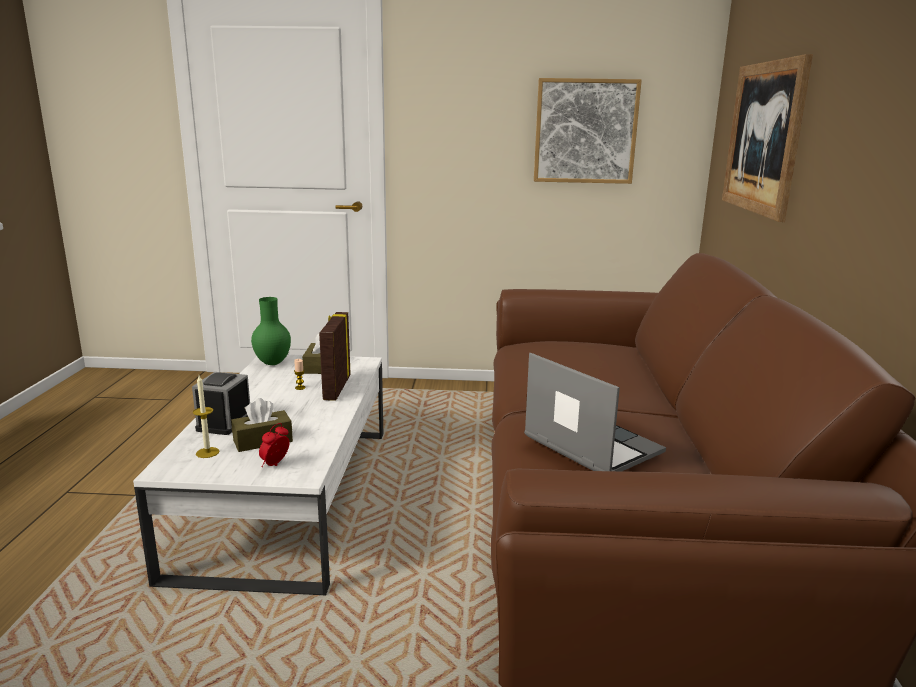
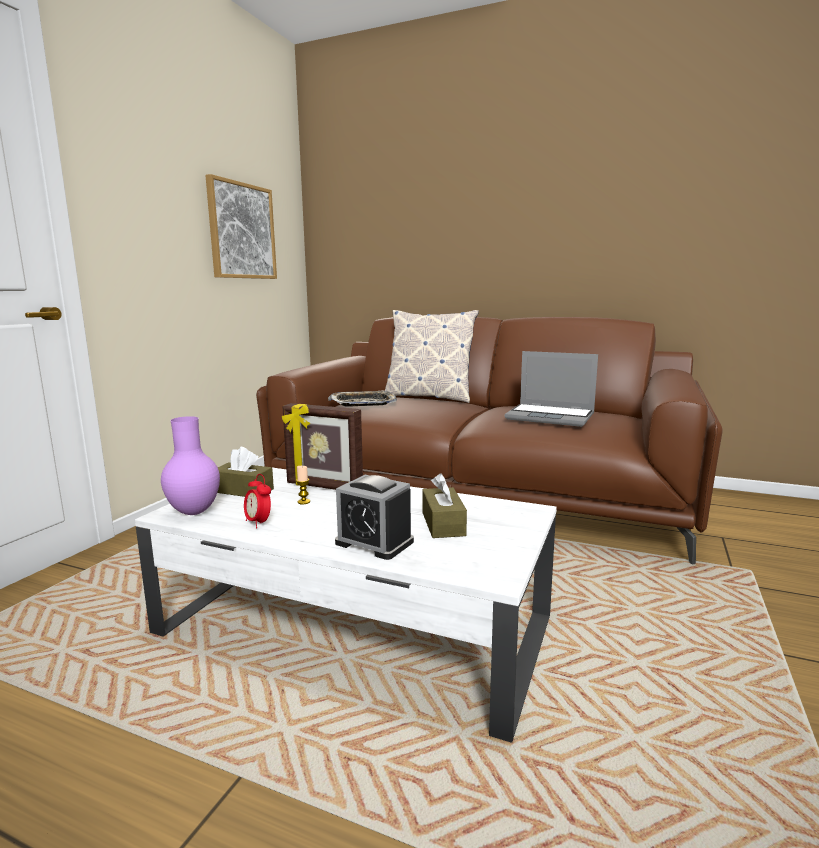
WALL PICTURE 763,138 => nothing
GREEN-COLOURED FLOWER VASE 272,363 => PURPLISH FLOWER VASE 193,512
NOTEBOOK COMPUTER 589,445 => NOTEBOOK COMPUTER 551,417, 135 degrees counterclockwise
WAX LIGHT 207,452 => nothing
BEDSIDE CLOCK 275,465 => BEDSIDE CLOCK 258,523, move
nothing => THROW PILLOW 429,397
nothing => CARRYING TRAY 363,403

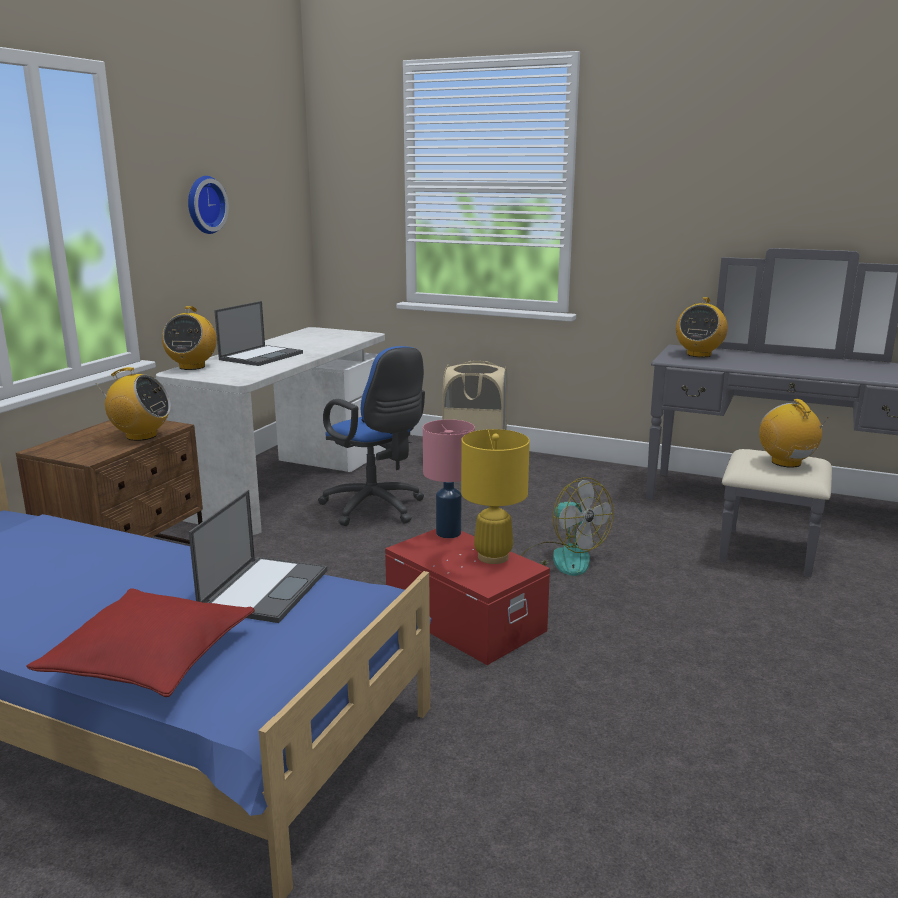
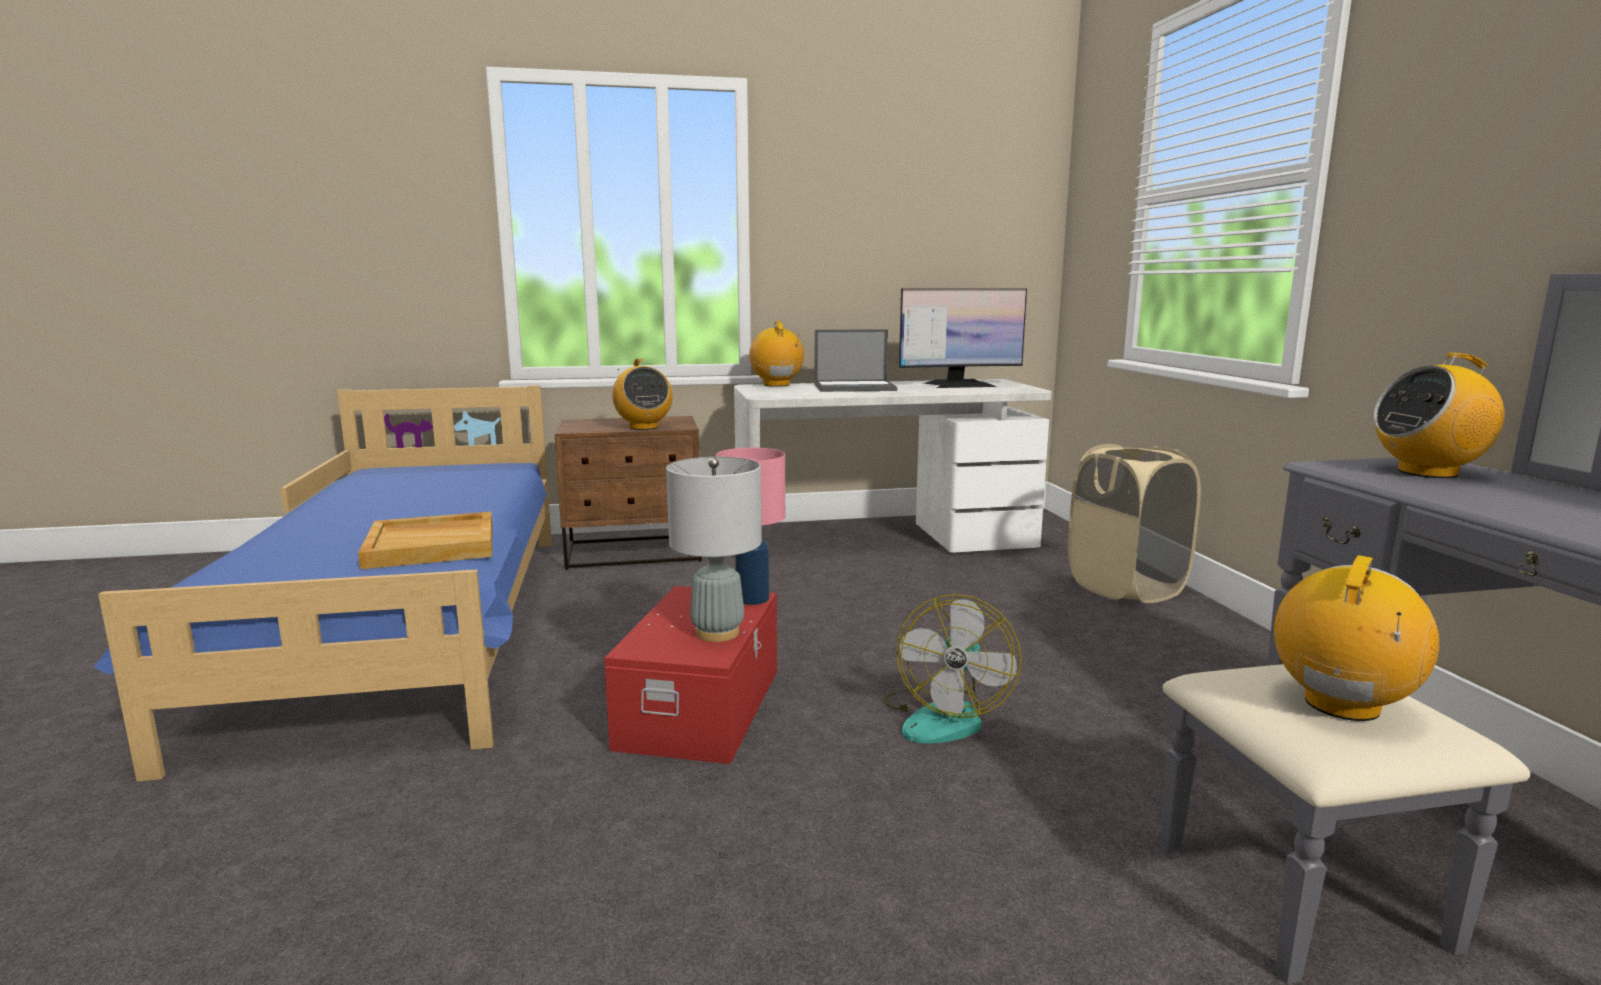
CLOCK ON THE WALL 204,205 => nothing
RADIO RECEIVER 192,367 => RADIO RECEIVER 777,385, 105 degrees clockwise
BLUE-COLOURED DESK CHAIR 376,509 => nothing
YELLOW-COLOURED TABLE LAMP 492,557 => GRAY TABLE LAMP 717,633
NOTEBOOK COMPUTER 265,589 => BEIGE-COLOURED CARRYING TRAY 433,545
REDDISH THROW PILLOW 150,658 => nothing
nothing => COMPUTER SCREEN 959,385

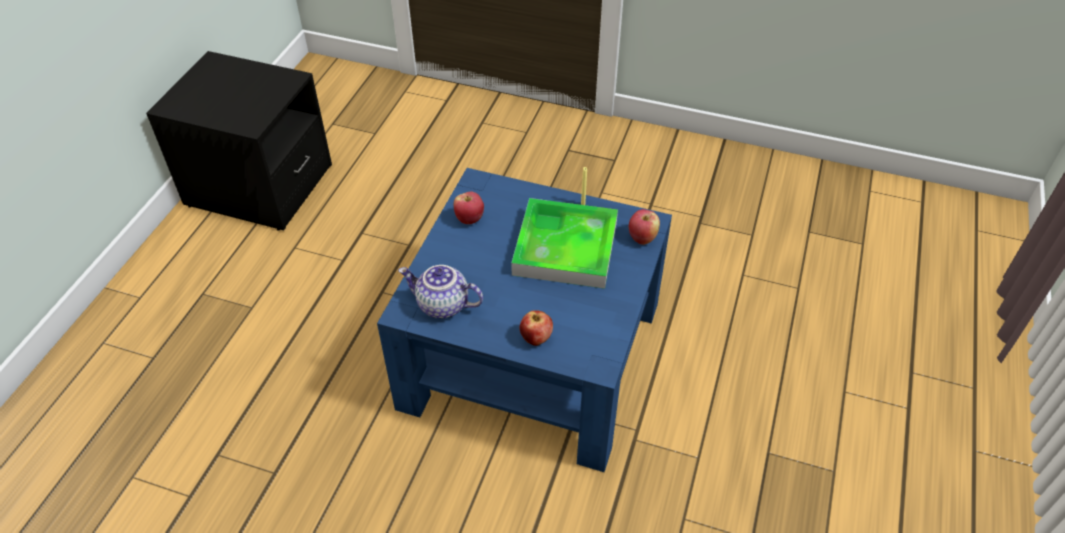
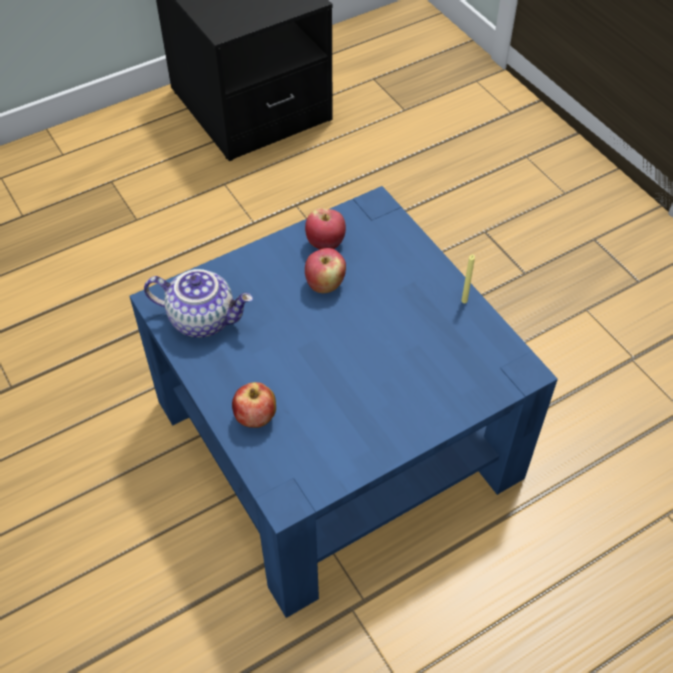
CARRYING TRAY 565,248 => nothing
APPLE FRUIT 642,238 => APPLE FRUIT 325,284, move
TEA POT 442,305 => TEA POT 203,318, 135 degrees clockwise

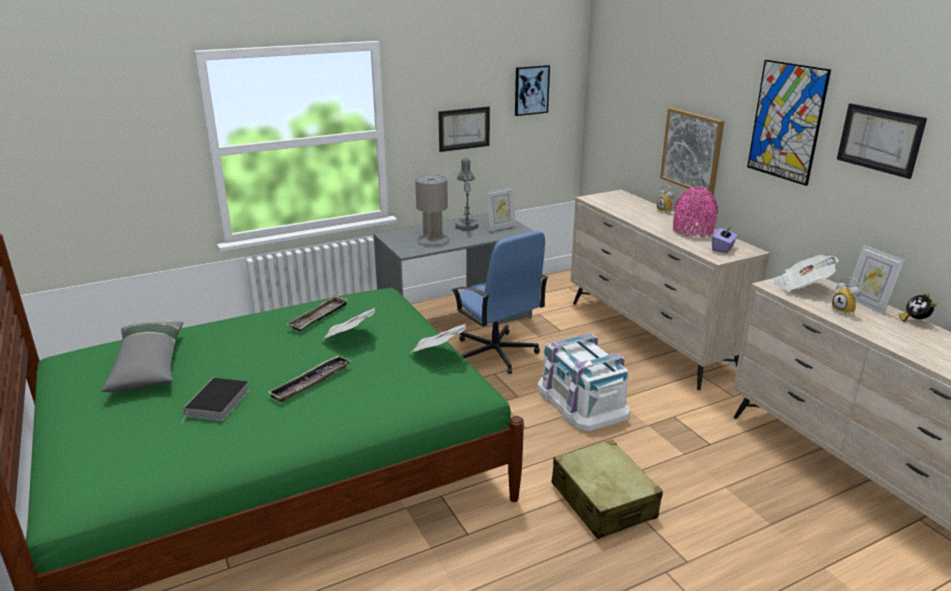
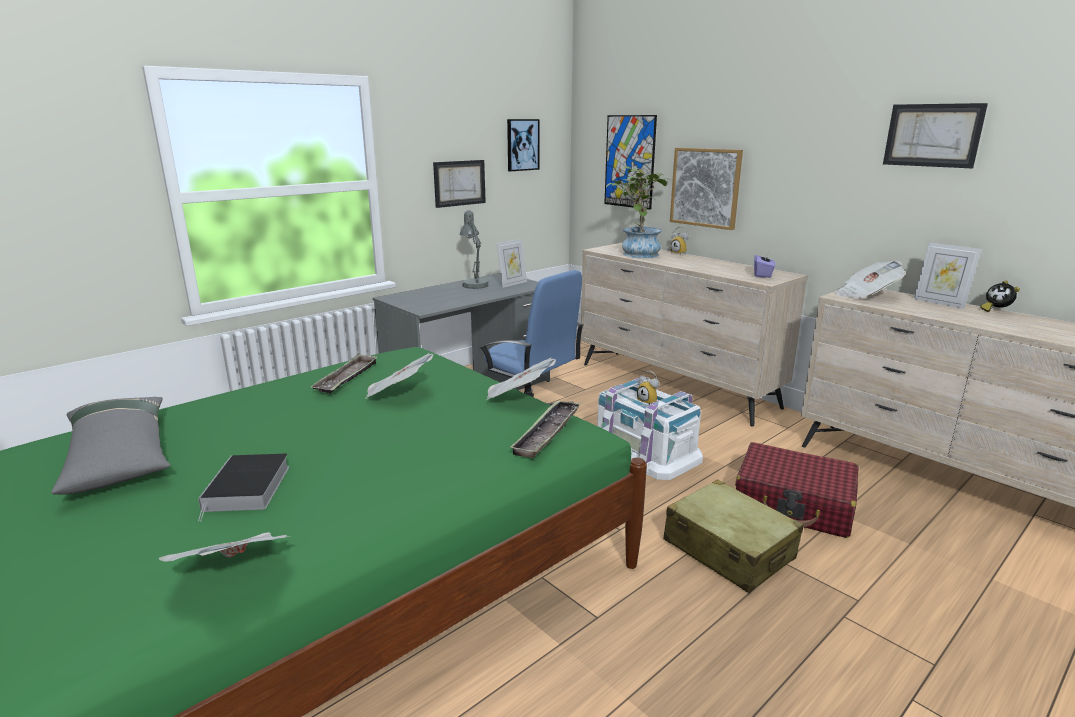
WALL PICTURE 786,121 => WALL PICTURE 629,161, move
GRAY TABLE LAMP 432,235 => nothing
PINKISH FLOWER VASE 693,231 => nothing
BEDSIDE CLOCK 845,310 => BEDSIDE CLOCK 649,402, move
CARRYING TRAY 311,382 => CARRYING TRAY 547,433, move
nothing => POTTED PLANT 636,253
nothing => REDDISH SUITCASE 794,504
nothing => PRINTED PAPER 237,571

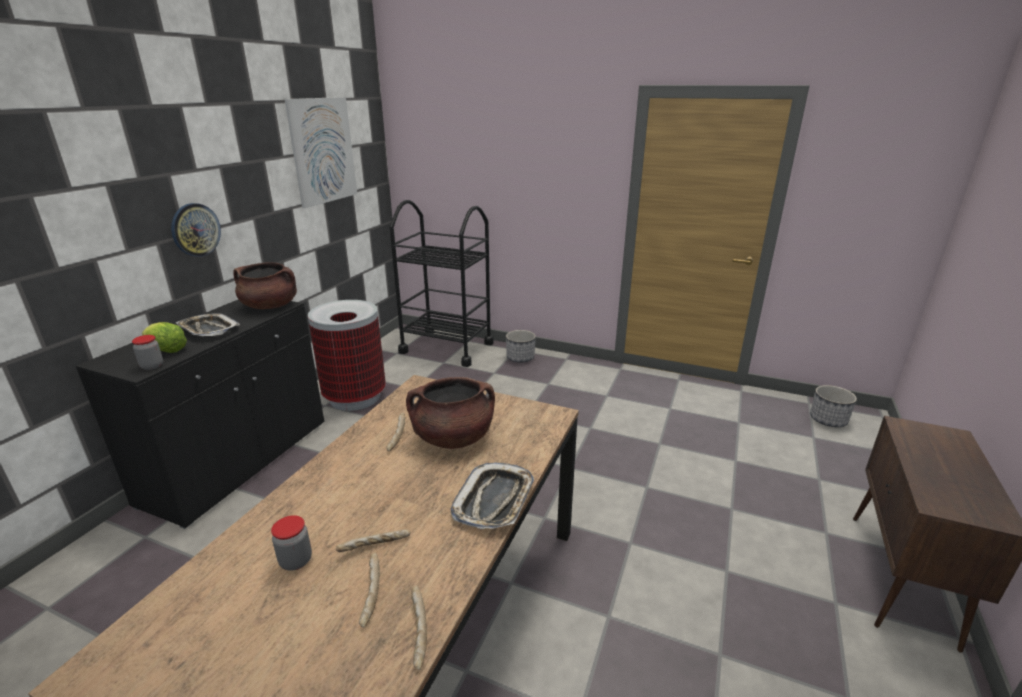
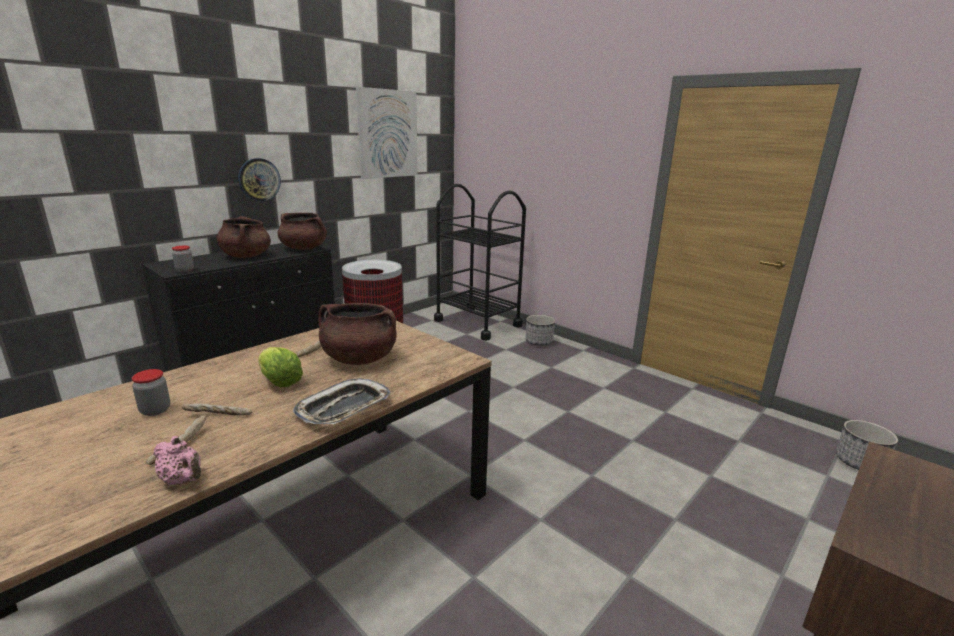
CARRYING TRAY 208,329 => BROWNISH SAUCEPOT 246,256
HEAD OF LETTUCE 166,350 => HEAD OF LETTUCE 279,381, move
BAKED BREAD 417,632 => PINKISH TEA POT 183,480

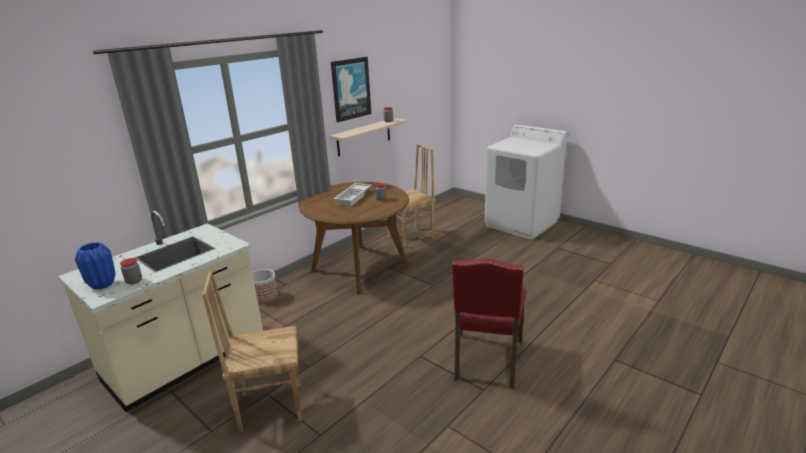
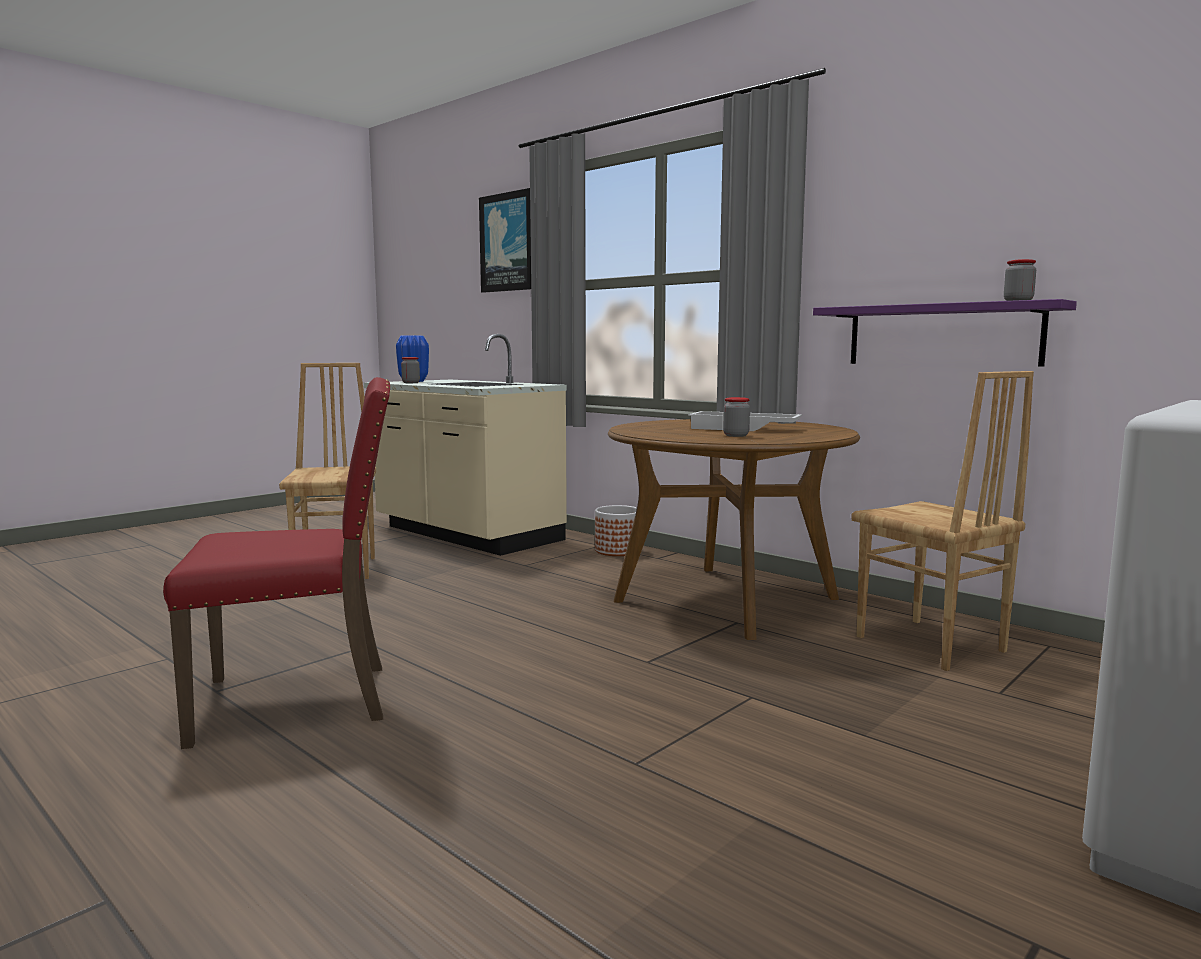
WALL PICTURE 351,89 => WALL PICTURE 508,242, move
BEIGE-COLOURED WALL SHELF 364,137 => PURPLISH WALL SHELF 942,335
REDDISH CHAIR 486,361 => REDDISH CHAIR 299,700, 150 degrees clockwise

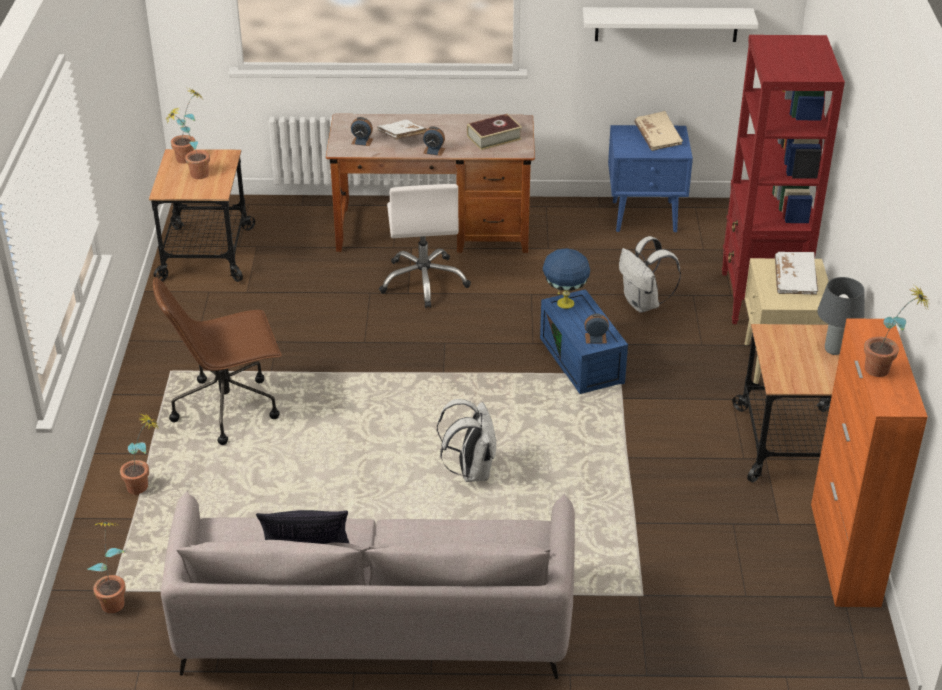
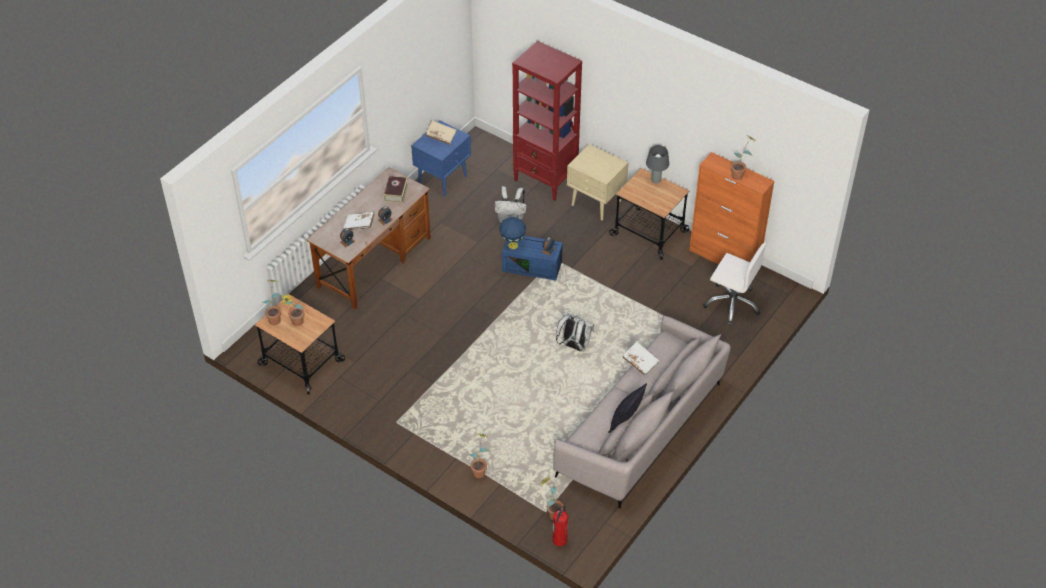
WHITISH WALL SHELF 666,24 => nothing
WHITISH DESK CHAIR 424,281 => WHITISH DESK CHAIR 732,304, move
WHITISH BOUND BOOK 795,281 => WHITISH BOUND BOOK 640,362, move
BROWNISH DESK CHAIR 228,408 => nothing
nothing => FIRE EXTINGUISHER 560,539

